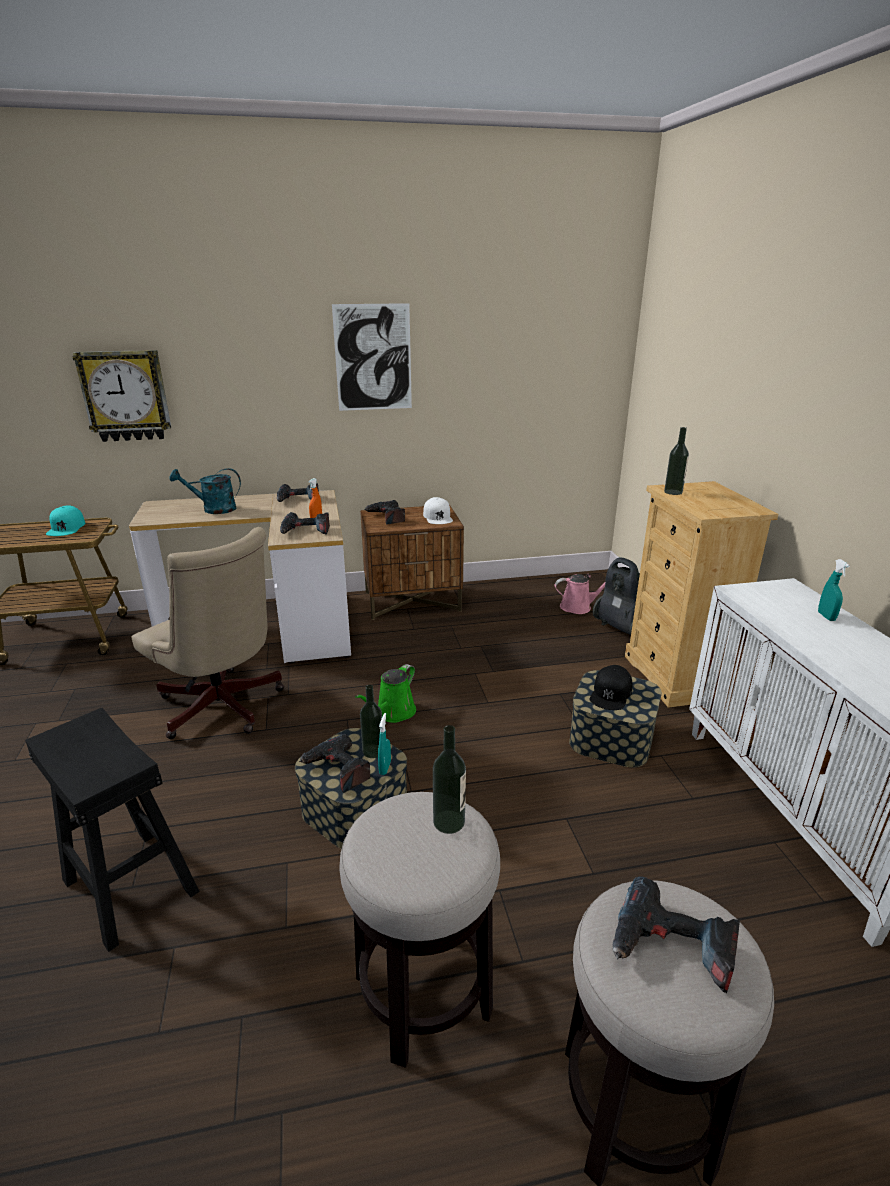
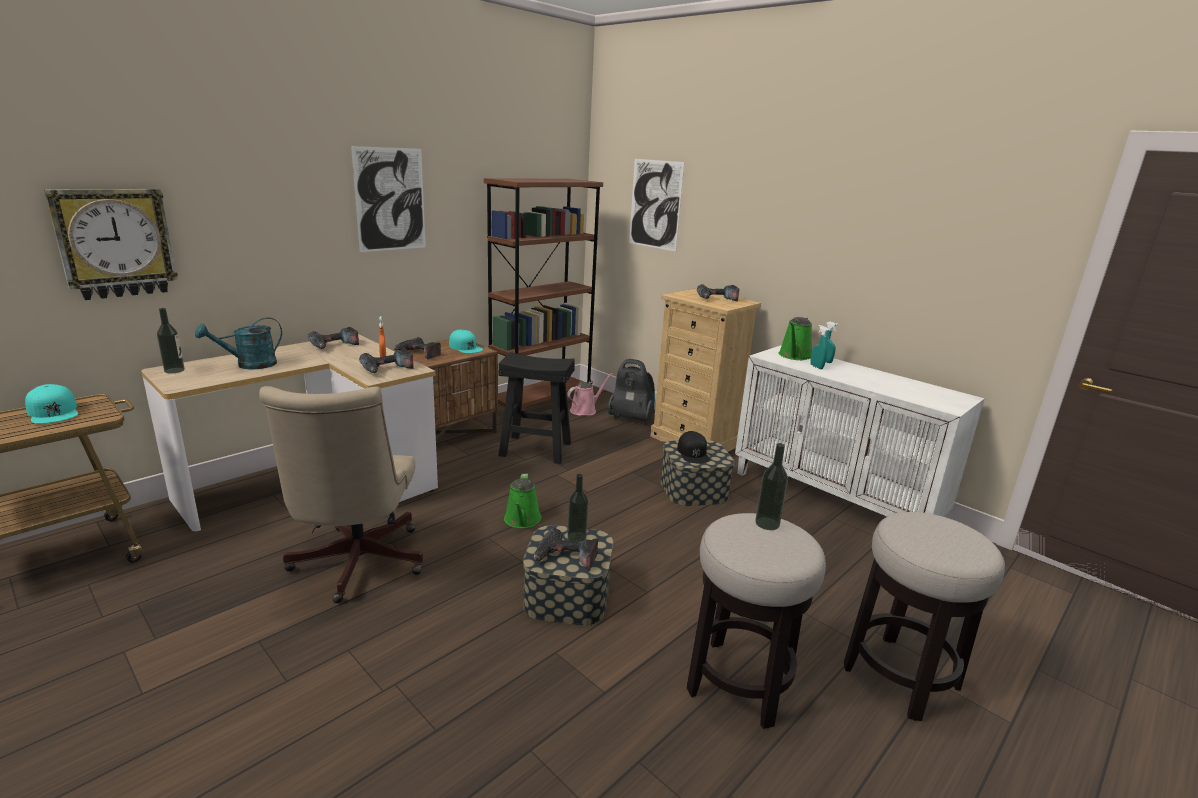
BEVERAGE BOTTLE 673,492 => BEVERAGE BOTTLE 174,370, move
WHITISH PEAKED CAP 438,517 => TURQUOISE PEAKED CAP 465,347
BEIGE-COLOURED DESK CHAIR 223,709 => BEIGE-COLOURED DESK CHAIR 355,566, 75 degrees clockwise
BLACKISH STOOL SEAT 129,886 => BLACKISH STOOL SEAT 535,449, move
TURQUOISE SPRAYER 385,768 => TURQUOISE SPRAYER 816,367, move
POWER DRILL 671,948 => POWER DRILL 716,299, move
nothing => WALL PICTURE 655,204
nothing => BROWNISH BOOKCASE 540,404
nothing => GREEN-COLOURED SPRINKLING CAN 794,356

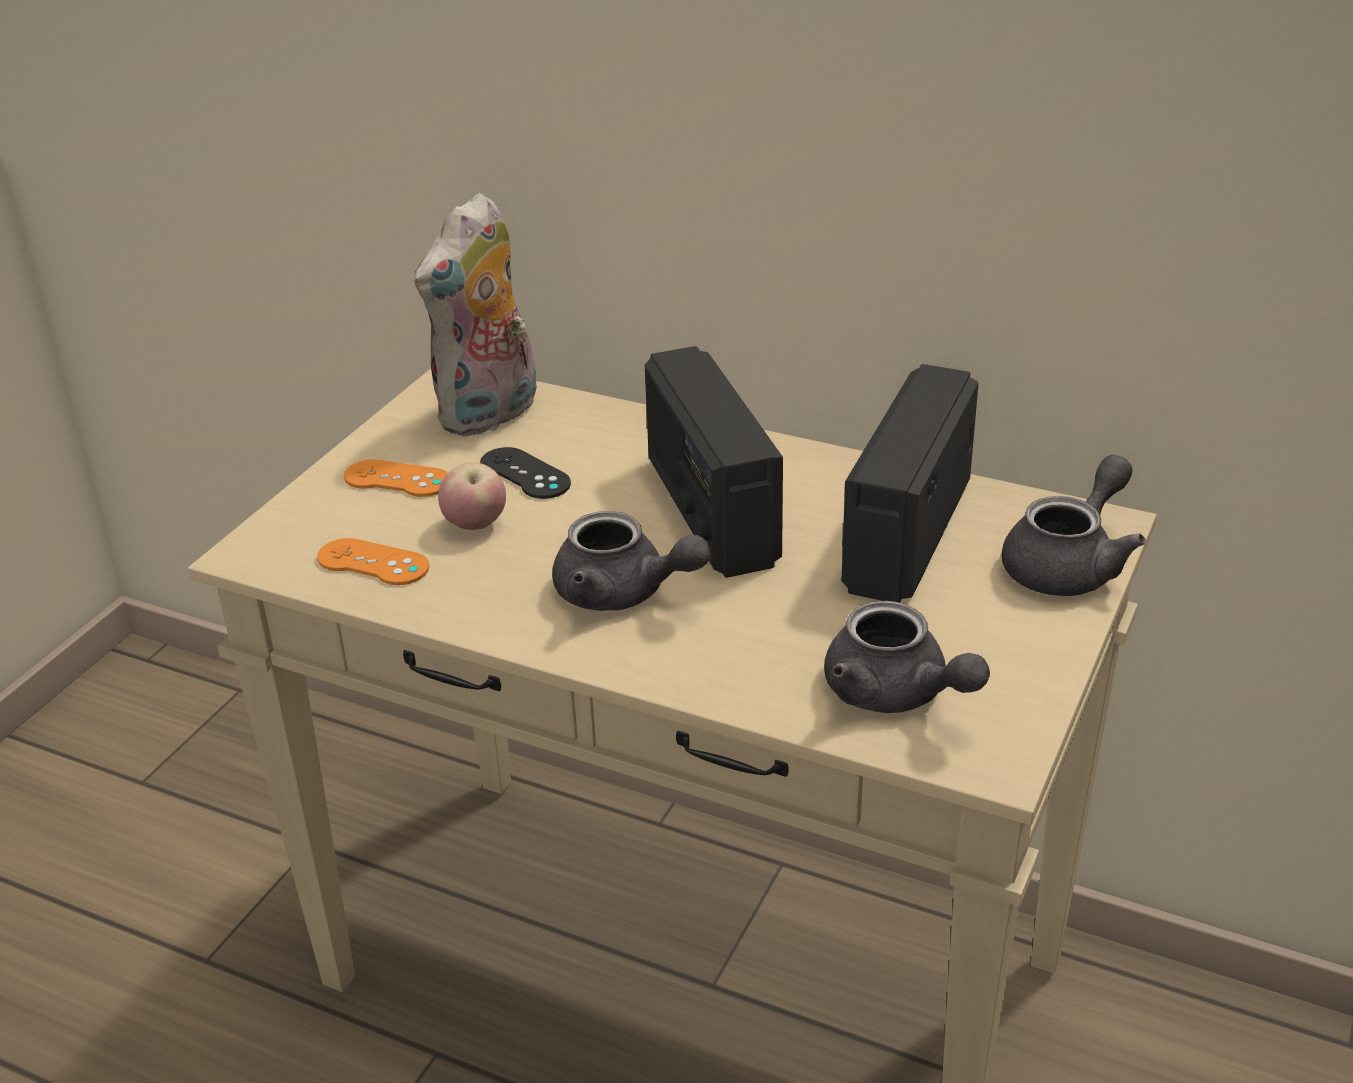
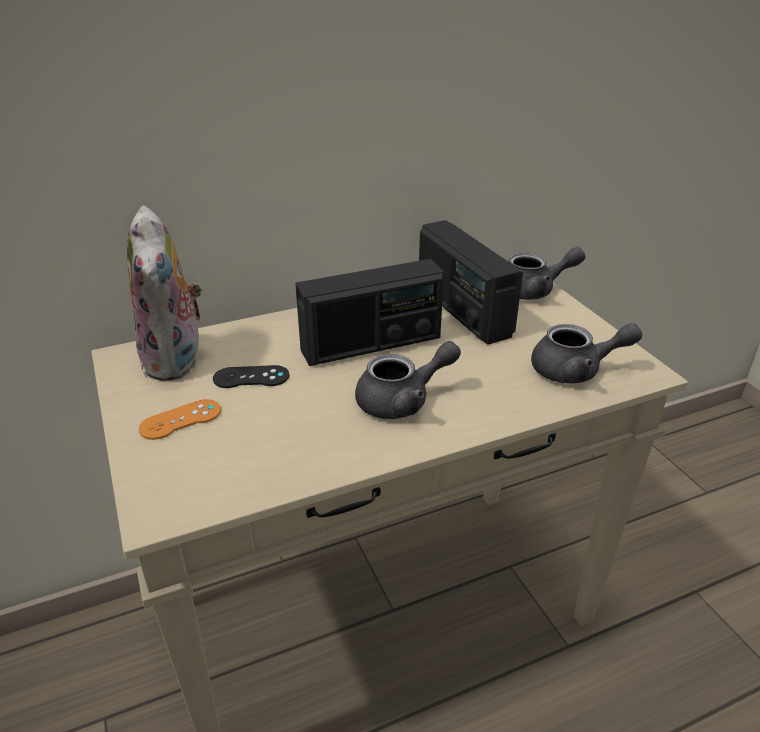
RADIO RECEIVER 710,511 => RADIO RECEIVER 371,344, 45 degrees counterclockwise
GRAY TEA POT 1070,564 => GRAY TEA POT 533,291, 90 degrees clockwise
APPLE FRUIT 475,525 => nothing
ORANGEY GAME CONTROLLER 373,563 => nothing

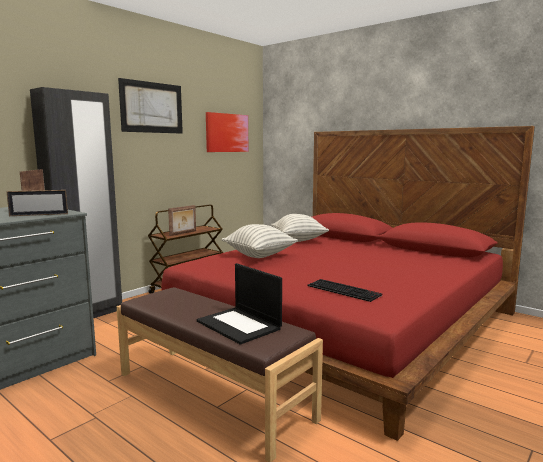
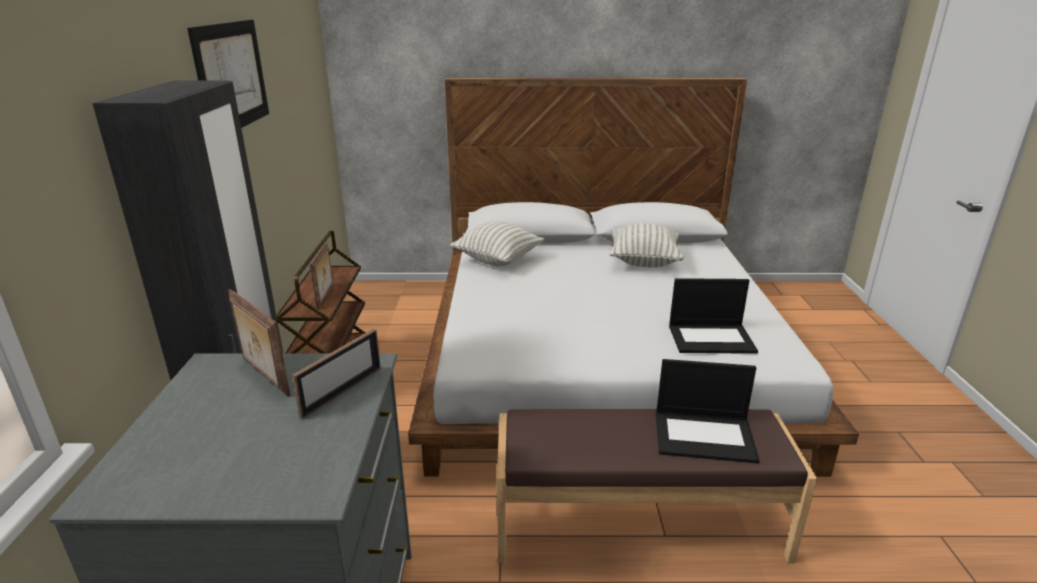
WALL PICTURE 227,133 => nothing
REDDISH BED 340,322 => WHITISH BED 601,357
THROW PILLOW 259,255 => THROW PILLOW 643,262, move
PC KEYBOARD 345,290 => NOTEBOOK COMPUTER 712,338

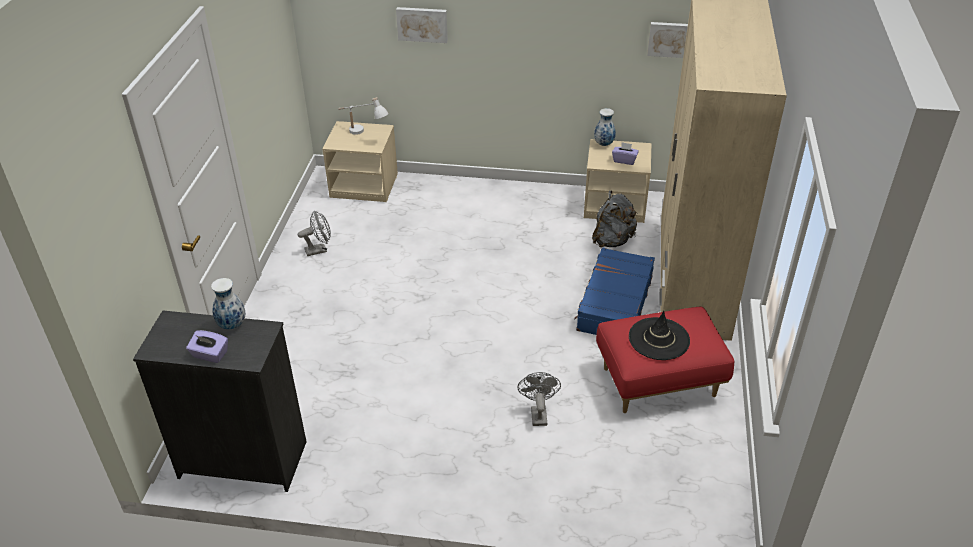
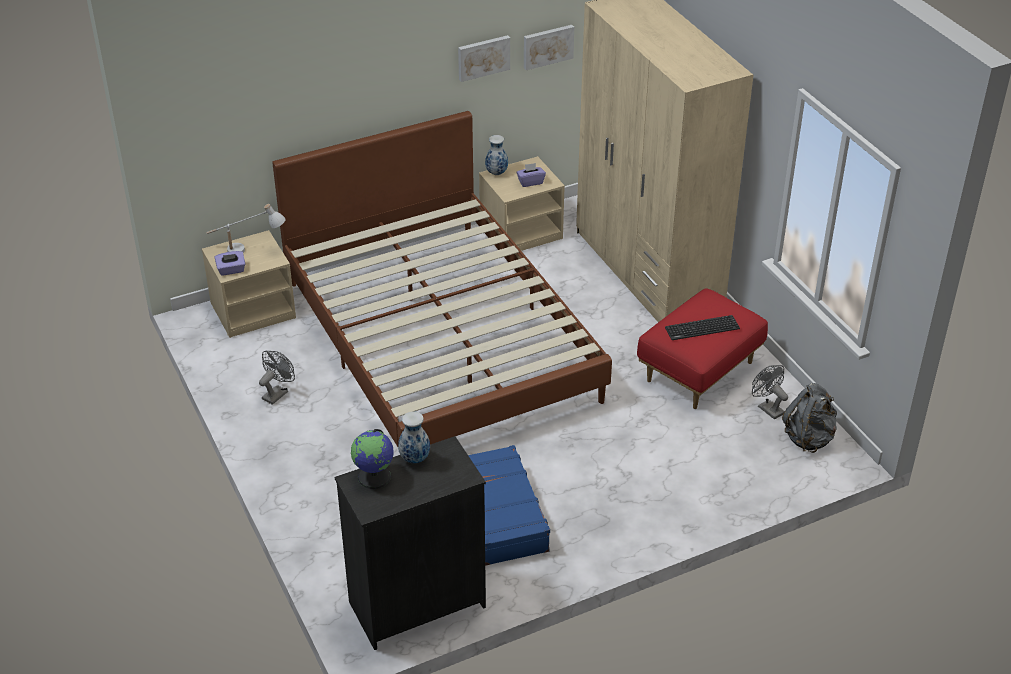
WALL PICTURE 422,24 => WALL PICTURE 483,57, move
GRAY KNAPSACK 612,240 => GRAY KNAPSACK 809,438, move
BLUE-COLOURED SUITCASE 614,303 => BLUE-COLOURED SUITCASE 499,515, move
BLACKISH HAT 659,339 => PC KEYBOARD 702,328
PURPLISH TISSUE BOX 210,355 => PURPLISH TISSUE BOX 231,270, move
GRAY COOLING FAN 538,413 => GRAY COOLING FAN 767,408, move
nothing => BROWNISH BED 440,339
nothing => DESK GLOBE 375,477

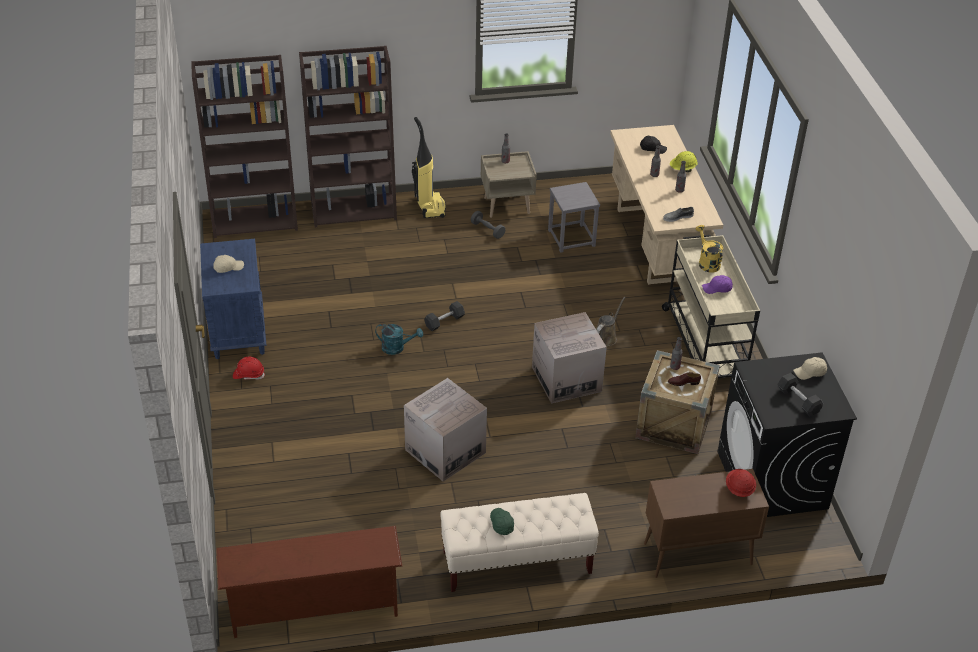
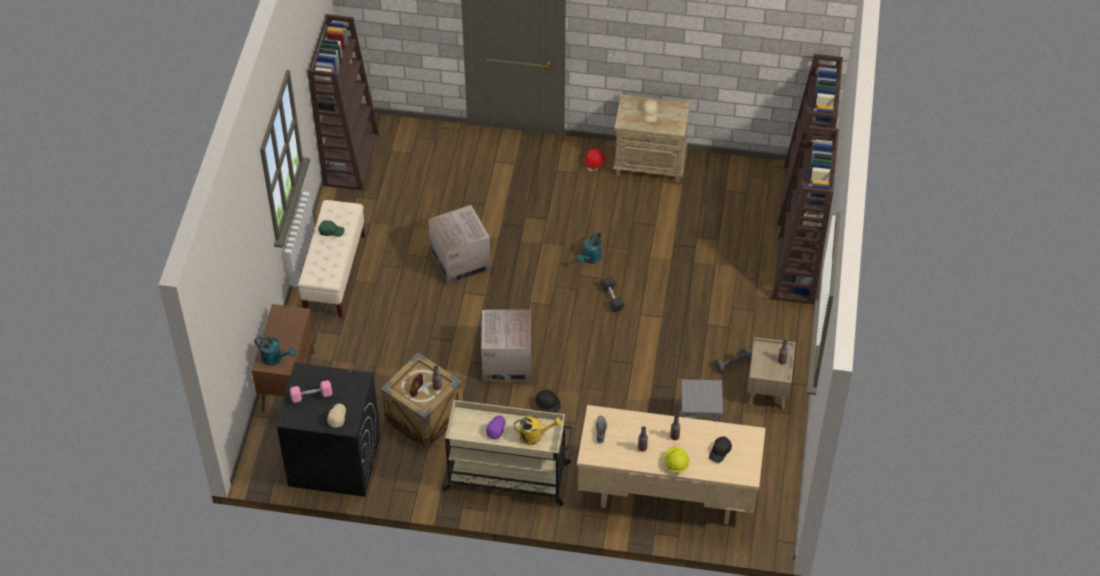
HOOVER 430,206 => nothing
BLUE-COLOURED BEDSIDE TABLE 237,331 => BEIGE-COLOURED BEDSIDE TABLE 650,164
BROWNISH SPRINKLING CAN 606,337 => BLACKISH SAFETY HELMET 548,406
BLACKISH DUMBBELL 798,401 => PINKISH DUMBBELL 311,396
REDDISH SAFETY HELMET 739,489 => TURQUOISE SPRINKLING CAN 275,358
BROWNISH SHOE SHELF 314,608 => BROWNISH BOOKCASE 350,159

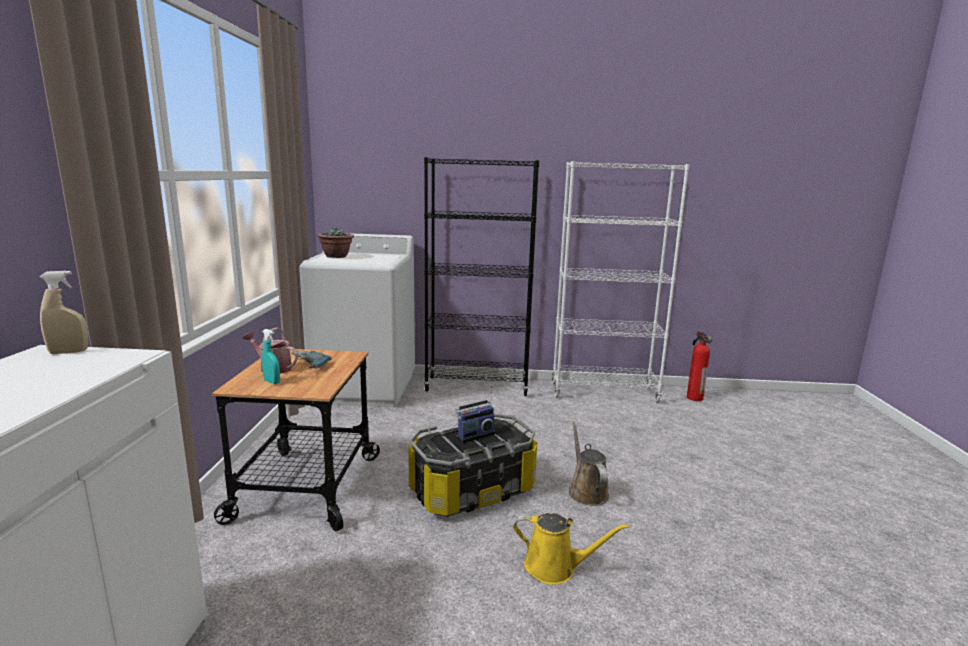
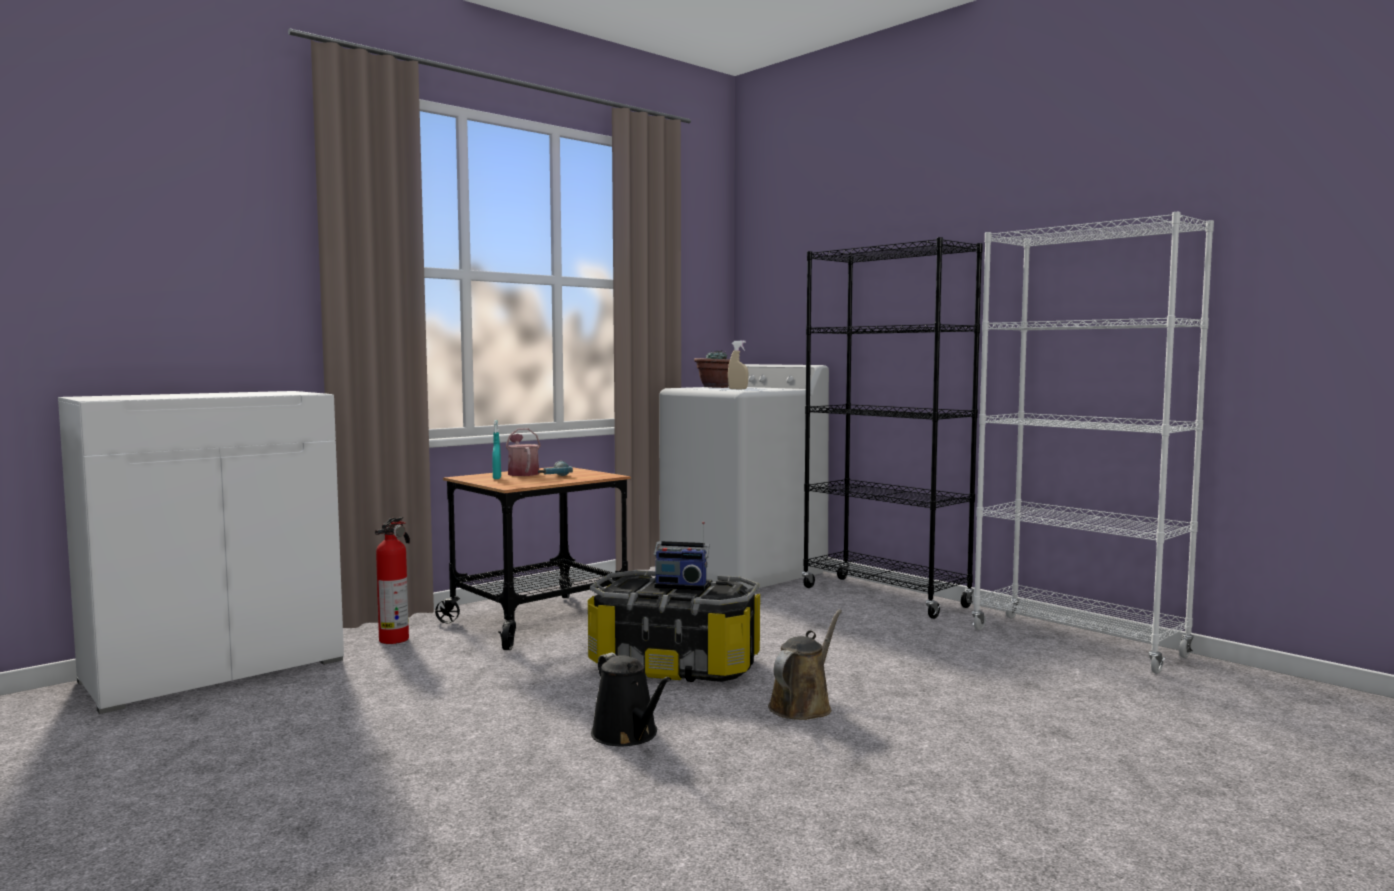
BEIGE-COLOURED SPRAYER 68,352 => BEIGE-COLOURED SPRAYER 738,389, move
FIRE EXTINGUISHER 694,397 => FIRE EXTINGUISHER 395,639, move
YELLOW-COLOURED SPRINKLING CAN 555,567 => BLACKISH SPRINKLING CAN 628,735

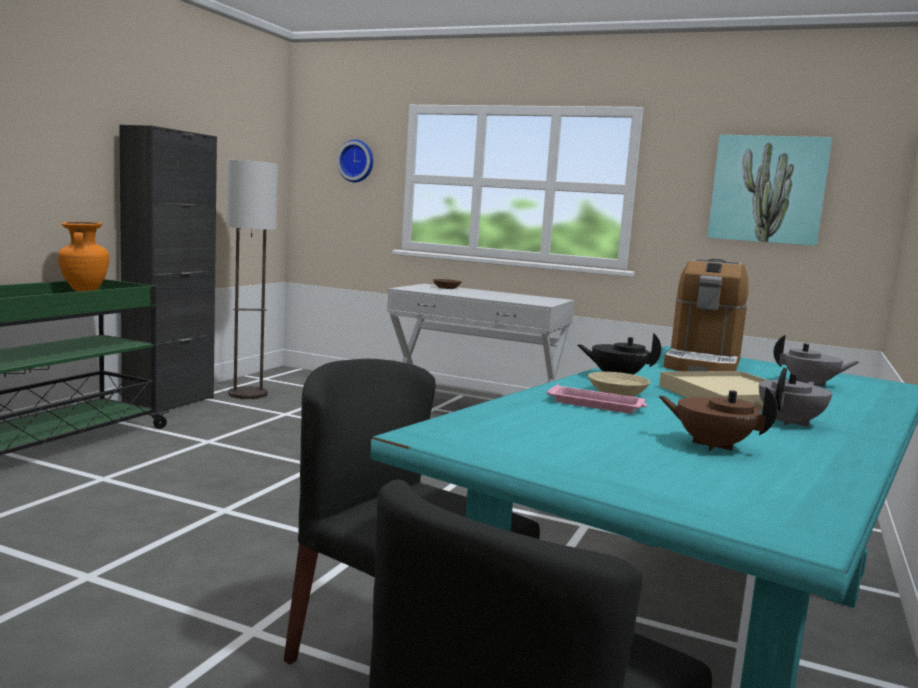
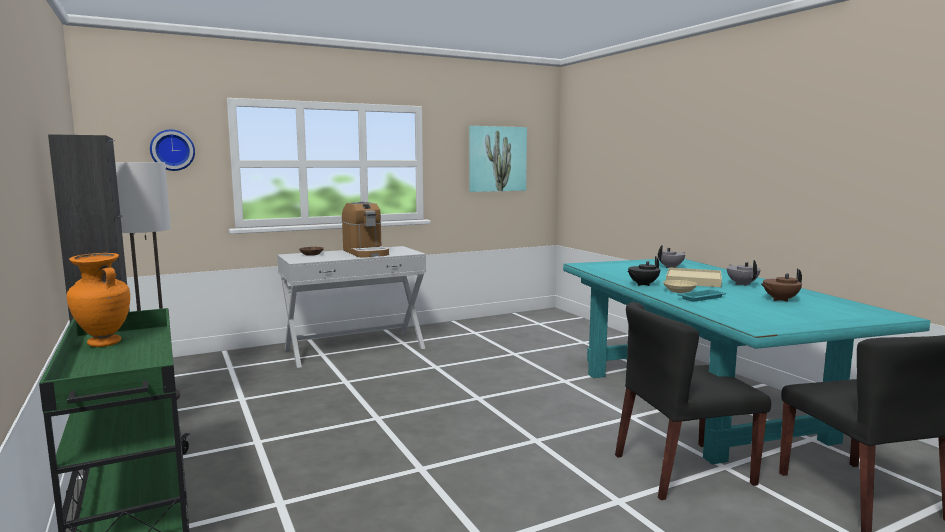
COFFEE MAKER 703,363 => COFFEE MAKER 365,252, move
PINKISH CARRYING TRAY 597,405 => TURQUOISE CARRYING TRAY 702,298

